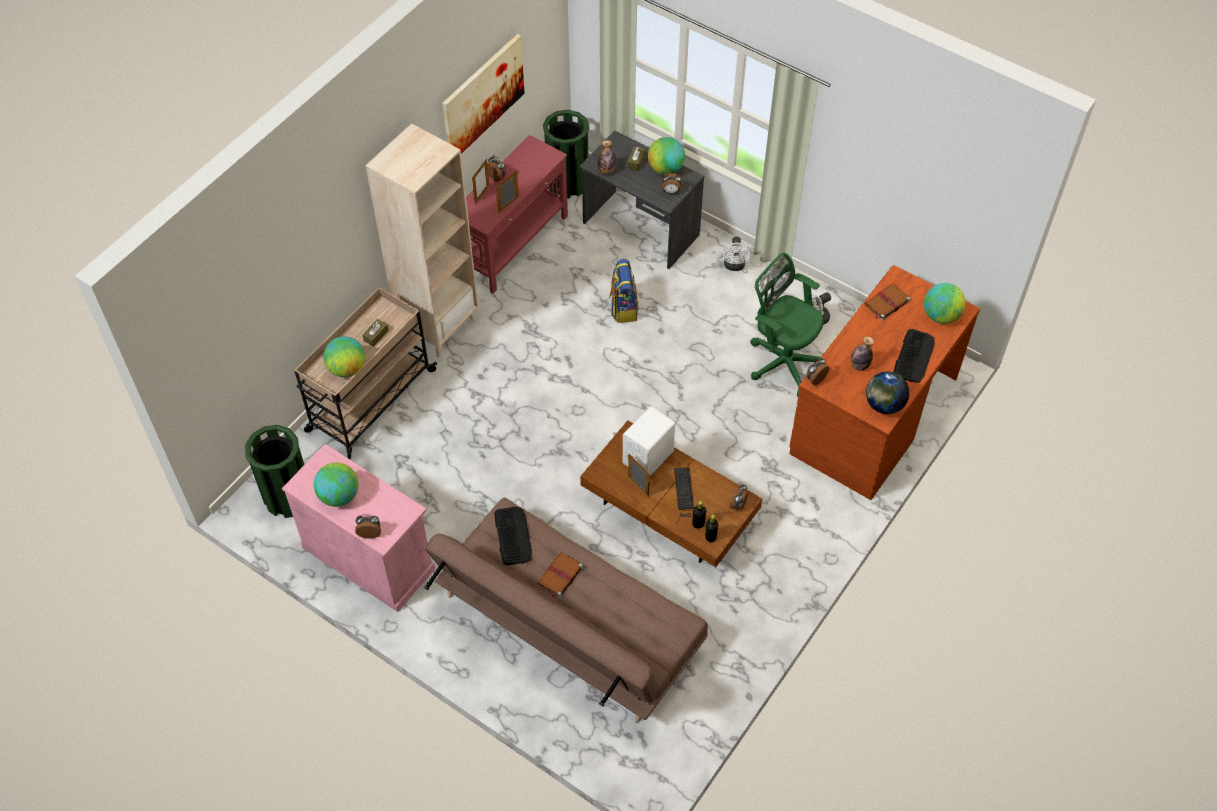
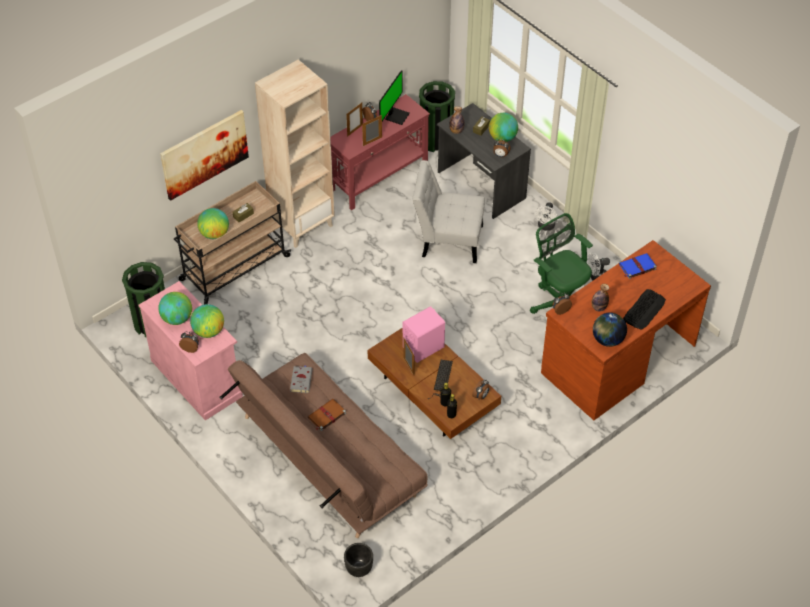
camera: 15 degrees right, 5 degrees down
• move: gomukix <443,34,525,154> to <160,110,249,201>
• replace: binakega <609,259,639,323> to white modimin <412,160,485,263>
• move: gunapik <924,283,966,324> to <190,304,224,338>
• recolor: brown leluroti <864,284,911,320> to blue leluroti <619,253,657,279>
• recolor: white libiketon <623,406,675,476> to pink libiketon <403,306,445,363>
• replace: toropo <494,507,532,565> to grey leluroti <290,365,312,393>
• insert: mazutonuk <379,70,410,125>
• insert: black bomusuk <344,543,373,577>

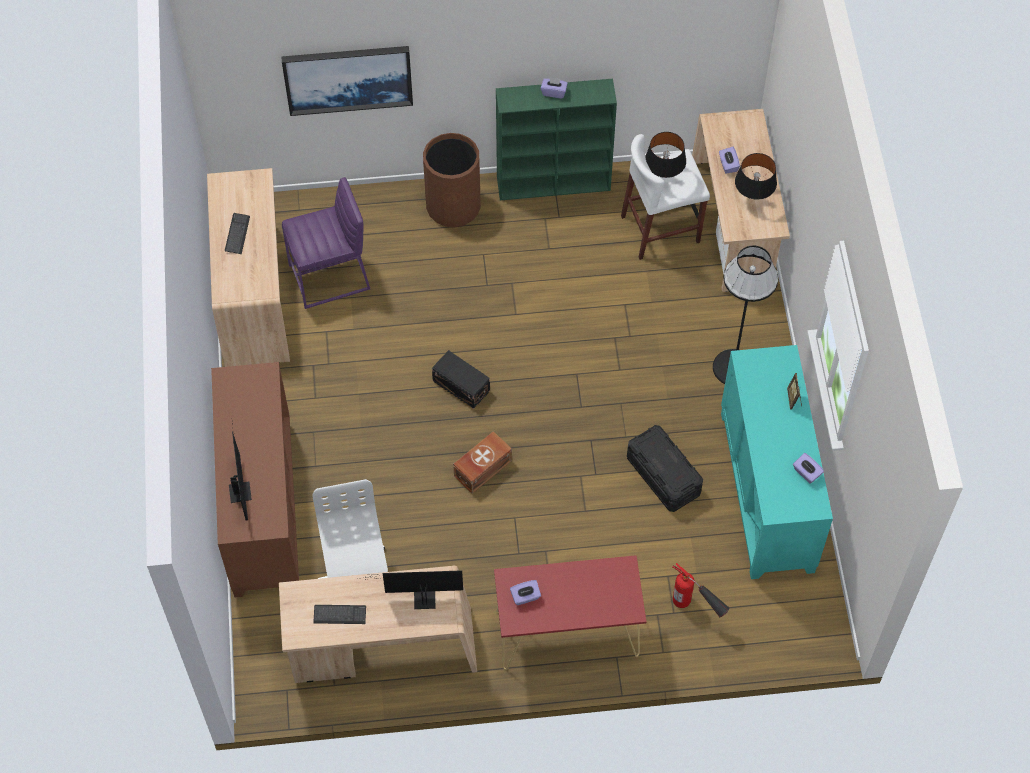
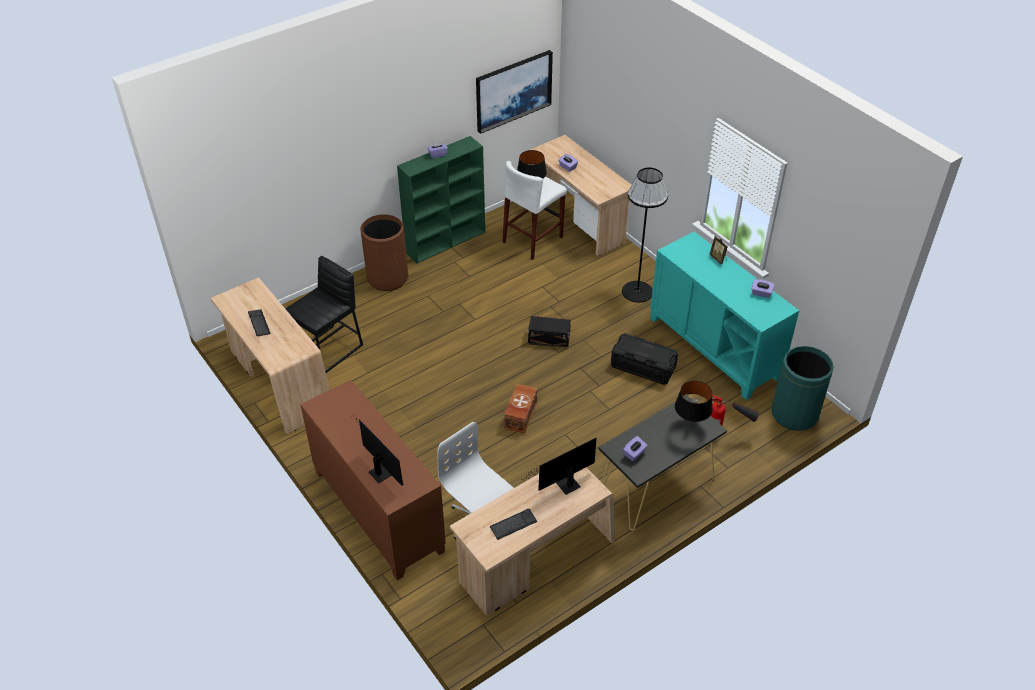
camera: 30 degrees left, 15 degrees down
• move: gomukix <281,46,413,116> to <476,50,553,134>
• move: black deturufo <735,153,777,200> to <675,381,713,422>
• recolor: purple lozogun <282,177,370,309> to black lozogun <286,256,363,373>
• move: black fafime <432,350,490,409> to <528,316,571,348>
• recolor: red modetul <494,555,646,670> to black modetul <599,395,727,531>
• insert: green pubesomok <771,346,834,431>

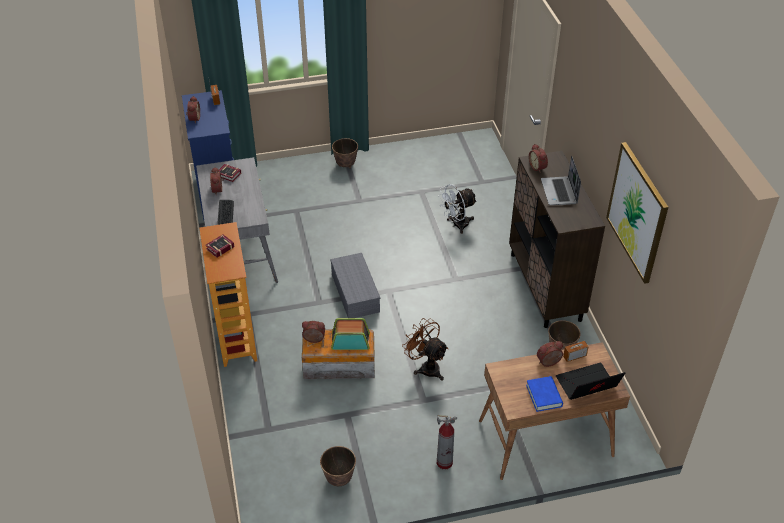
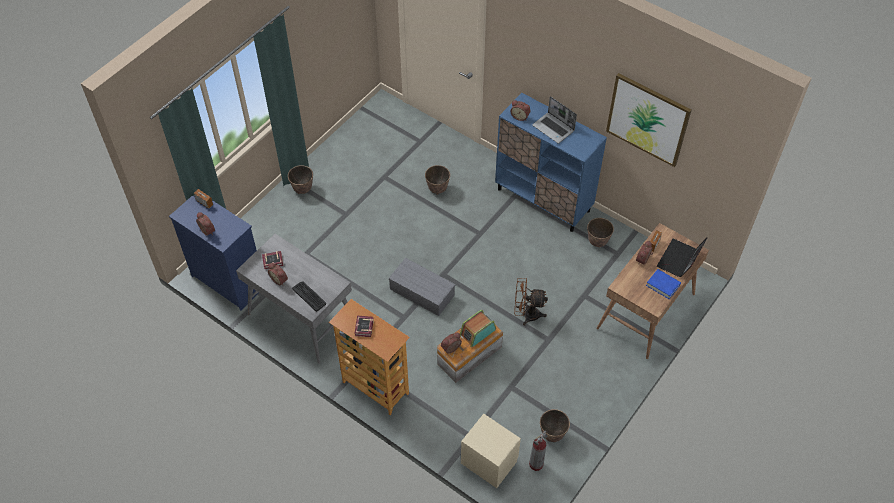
camera: 40 degrees left, 10 degrees up
• recolor: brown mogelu <509,151,605,328> to blue mogelu <495,93,607,232>
• replace: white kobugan <438,184,477,234> to bomusuk <425,165,450,195>
• move: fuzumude <437,415,457,469> to <529,431,547,471>
• insert: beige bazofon <461,414,521,488>

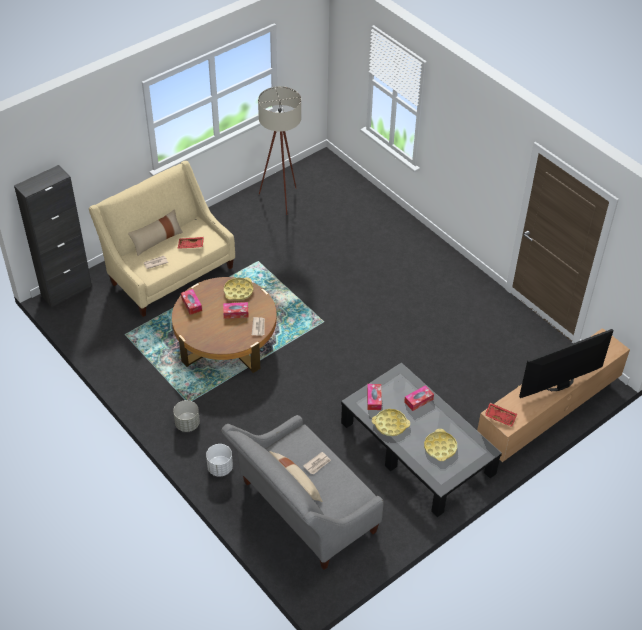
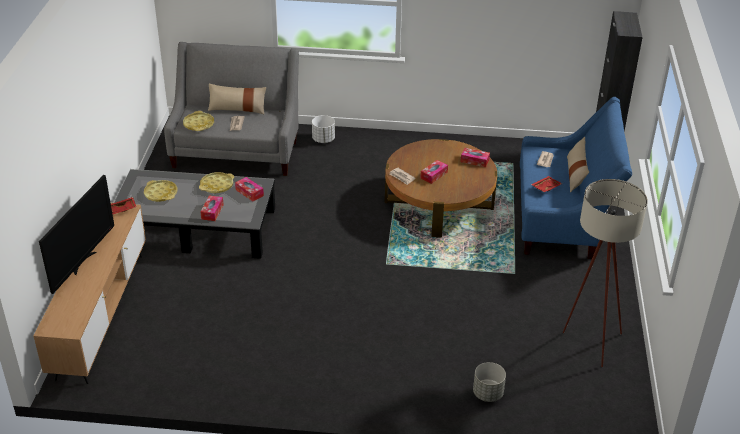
camera: 135 degrees right, 10 degrees down
• recolor: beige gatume <89,161,235,317> to blue gatume <520,97,632,259>
• move: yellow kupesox <224,277,253,300> to <183,111,214,131>
• move: grey bomusuk <173,400,200,432> to <473,362,506,402>

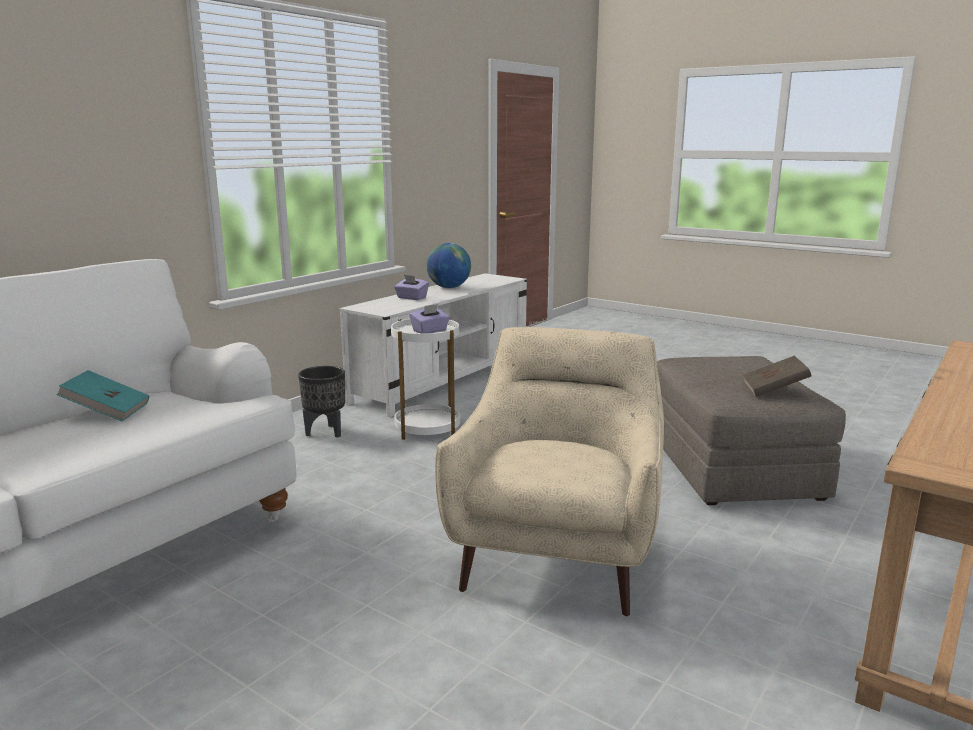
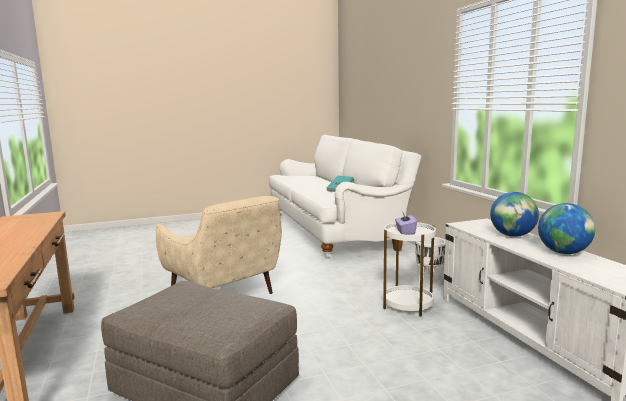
camera: 125 degrees right, 5 degrees down
• replace: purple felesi <394,275,429,300> to gunapik <490,192,539,237>
• delete: brown leluroti <742,356,811,397>
• recolor: black bomusuk <298,366,345,438> to white bomusuk <416,237,445,283>

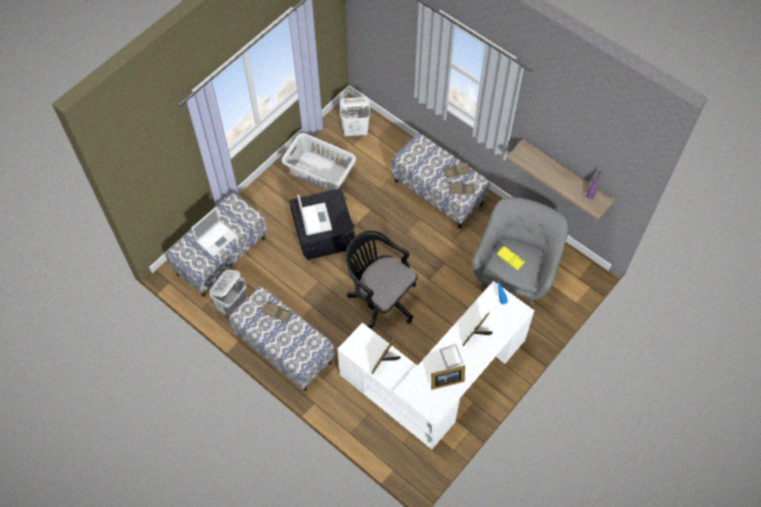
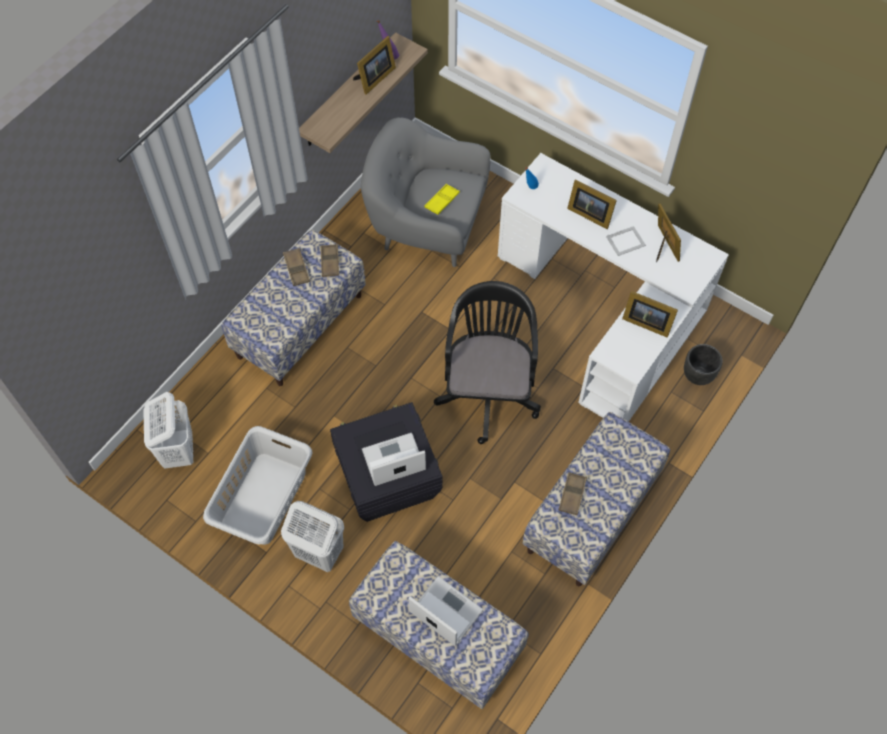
camera: 95 degrees left, 0 degrees up
• rotate: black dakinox <345,231,418,329> = <434,281,541,444> 150 degrees clockwise
• move: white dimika <209,269,247,317> to <281,501,344,572>
• insert: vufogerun <353,36,396,95>
• insert: black bomusuk <684,344,723,385>

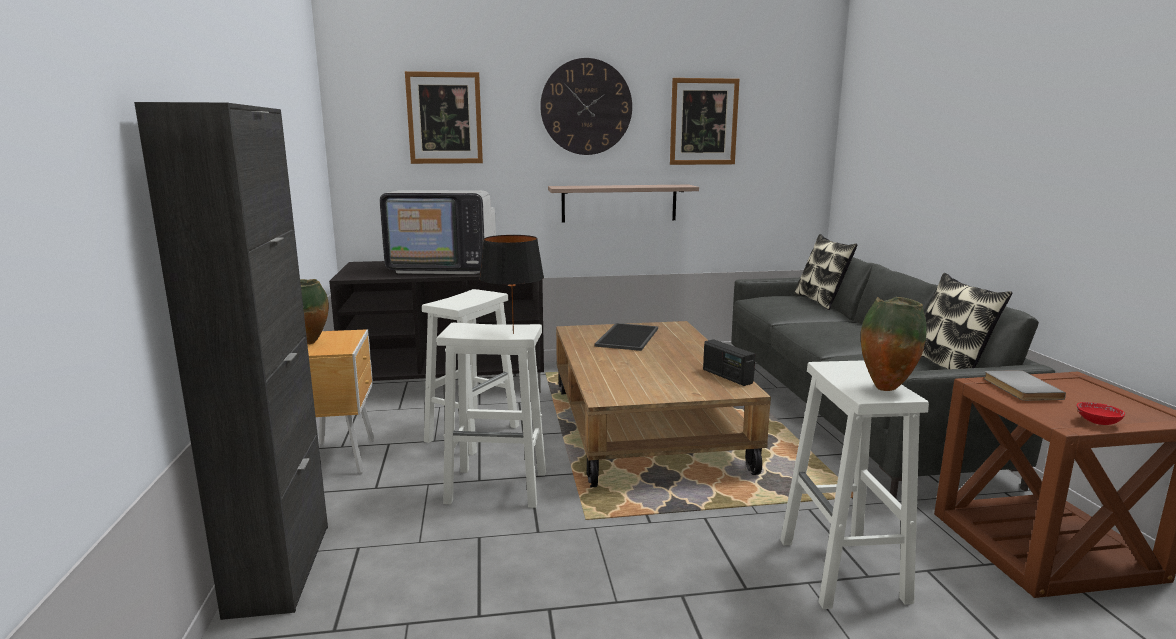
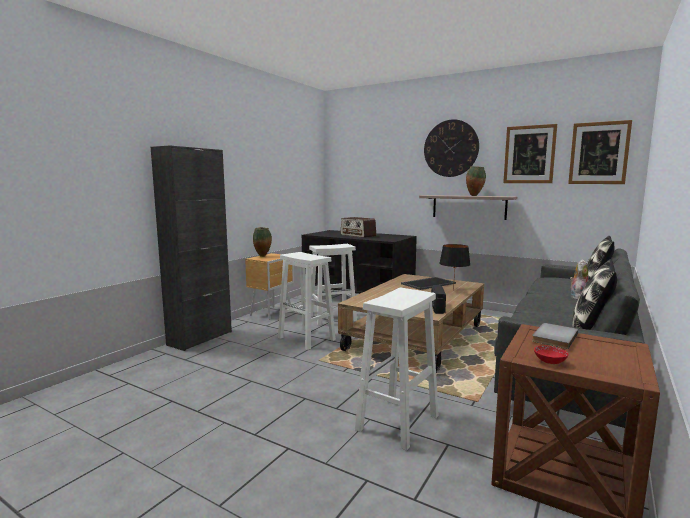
camera: 40 degrees right, 5 degrees down
• move: gomukix <405,71,483,164> to <568,120,632,184>
• replace: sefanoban <380,190,496,274> to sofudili <340,217,376,238>
• move: black deturufo <479,235,544,334> to <439,244,470,291>
• move: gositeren <861,297,927,391> to <466,166,486,196>
• insert: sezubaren <570,259,588,300>

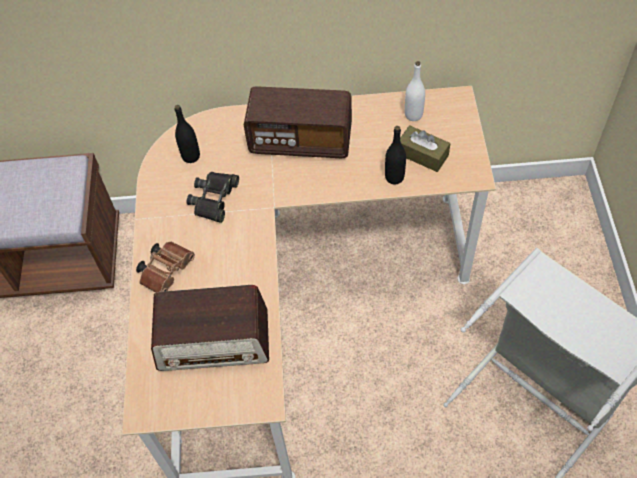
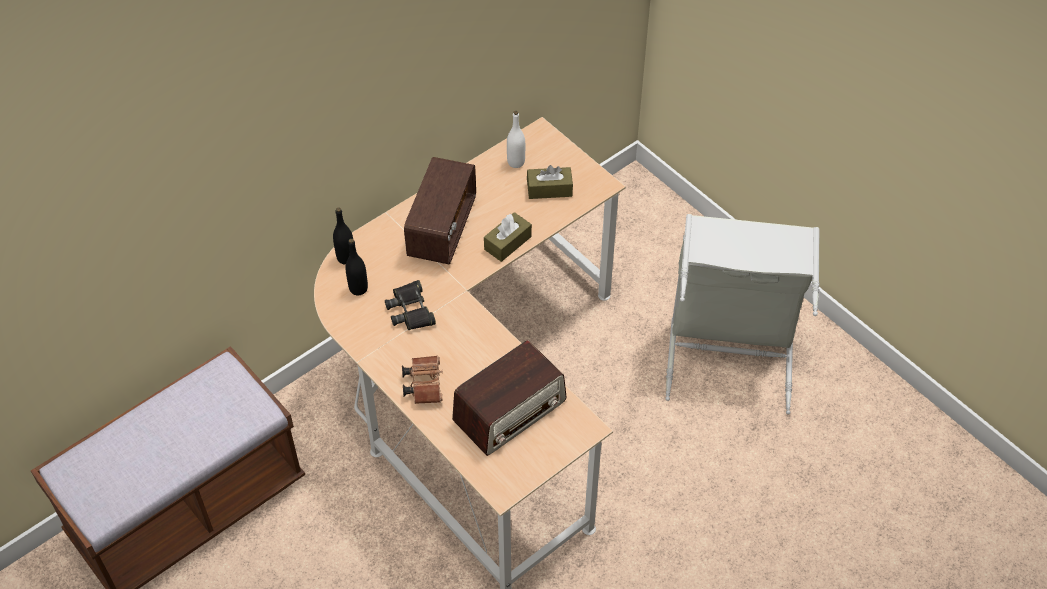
camera: 40 degrees left, 5 degrees down
• rotate: sofudili <244,86,352,158> = <404,157,476,264> 45 degrees counterclockwise
• move: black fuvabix <385,126,406,184> to <333,207,353,264>
• insert: brown felesi <484,212,532,262>

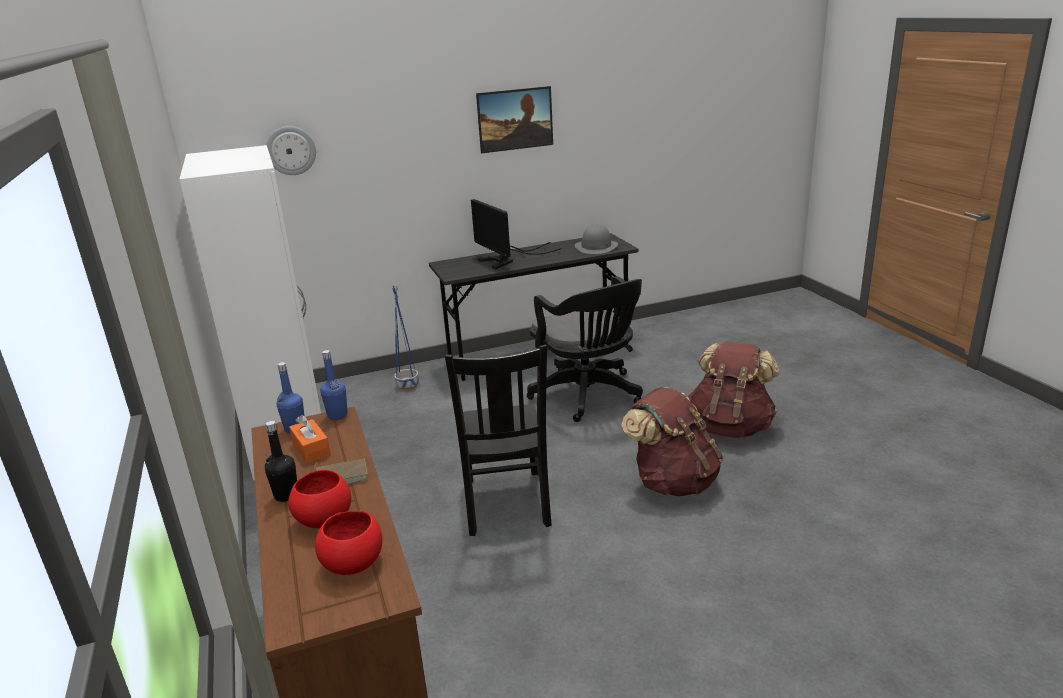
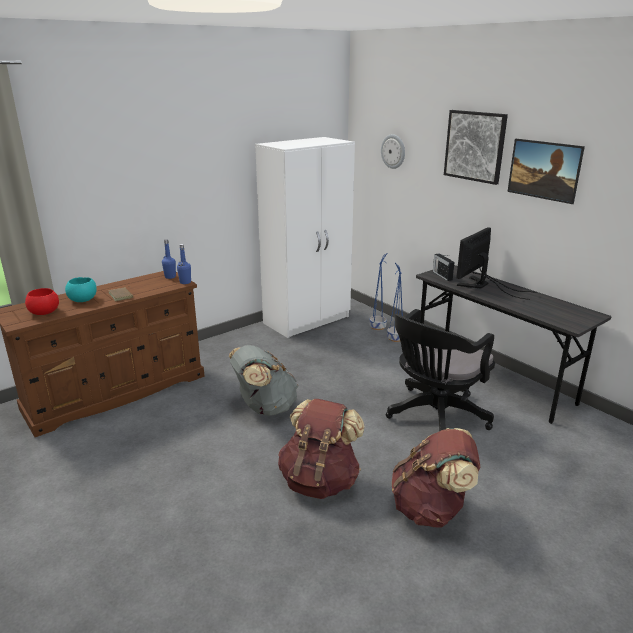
camera: 70 degrees right, 0 degrees up
• delete: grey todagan <575,224,618,254>
• replace: black modimin <445,345,552,536> to grey binakega <229,345,298,416>
• delete: orange felesi <289,415,331,463>
• delete: black fuvabix <265,421,297,502>
• recolor: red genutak <288,470,351,528> to turquoise genutak <65,277,97,302>
• insert: gomukix <444,110,508,185>
• insert: blue bomusuk <369,253,387,330>
• insert: sofudili <433,253,455,281>

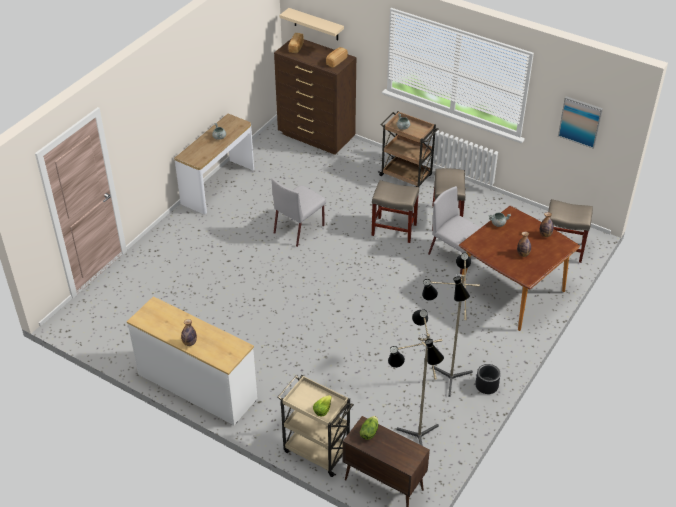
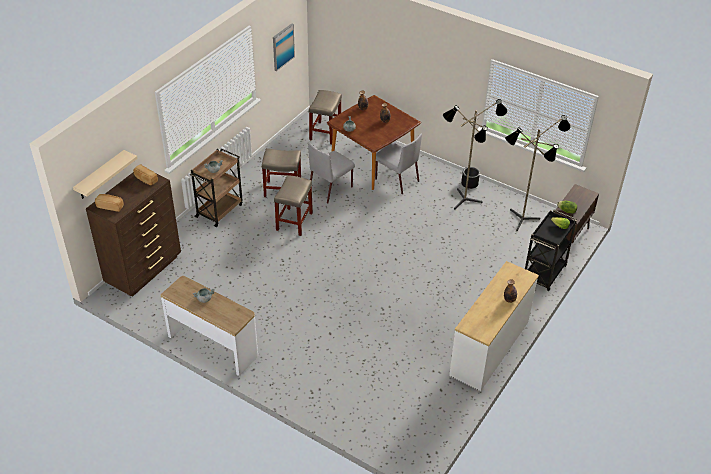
camera: 90 degrees left, 0 degrees up
• move: grey modimin <271,178,326,247> to <375,134,422,195>
• recolor: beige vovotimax <278,375,354,477> to black vovotimax <525,210,577,291>

